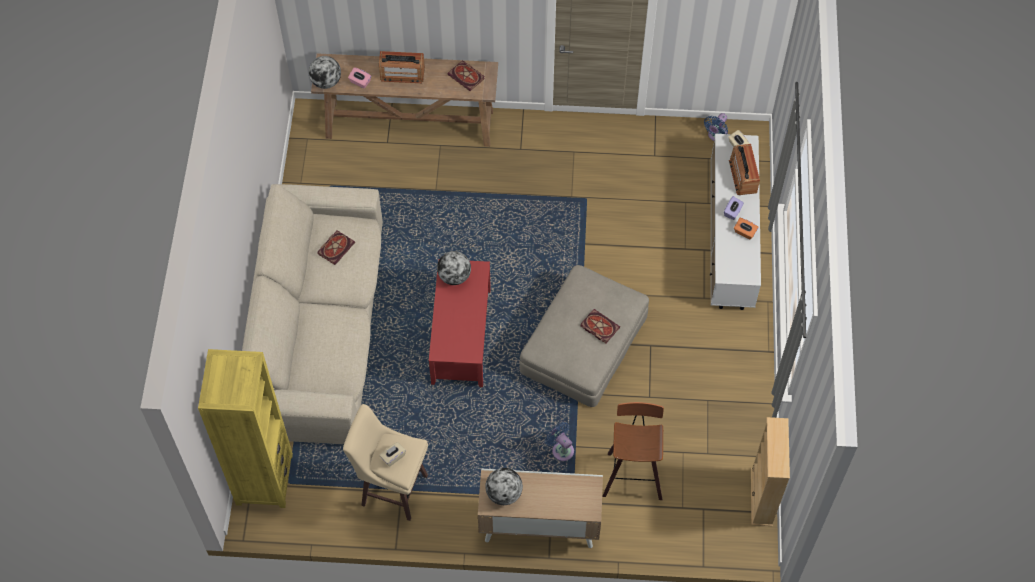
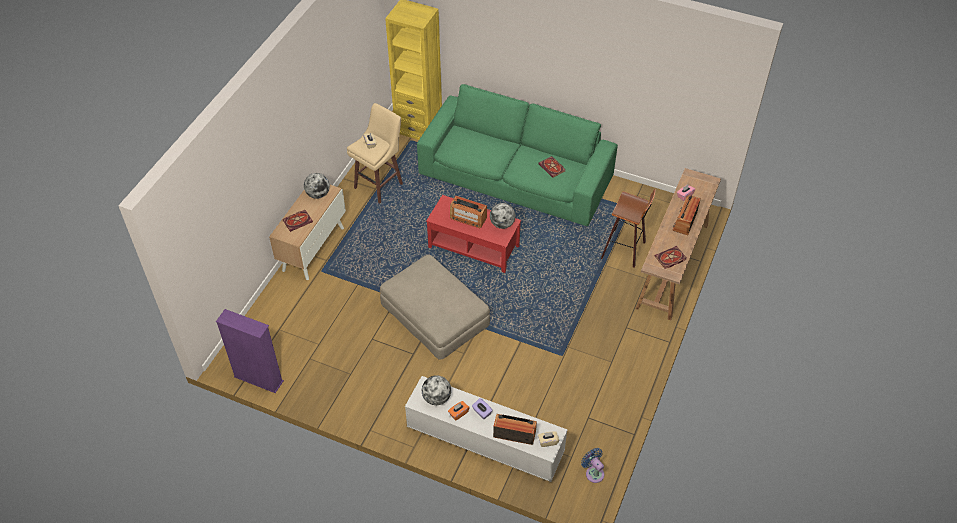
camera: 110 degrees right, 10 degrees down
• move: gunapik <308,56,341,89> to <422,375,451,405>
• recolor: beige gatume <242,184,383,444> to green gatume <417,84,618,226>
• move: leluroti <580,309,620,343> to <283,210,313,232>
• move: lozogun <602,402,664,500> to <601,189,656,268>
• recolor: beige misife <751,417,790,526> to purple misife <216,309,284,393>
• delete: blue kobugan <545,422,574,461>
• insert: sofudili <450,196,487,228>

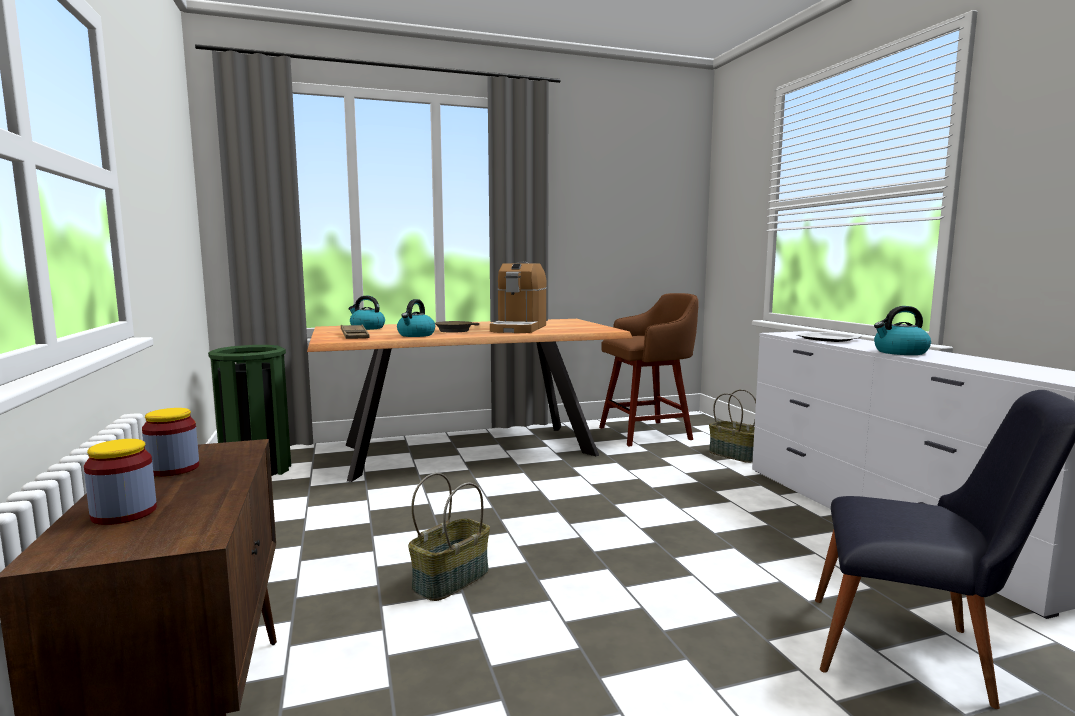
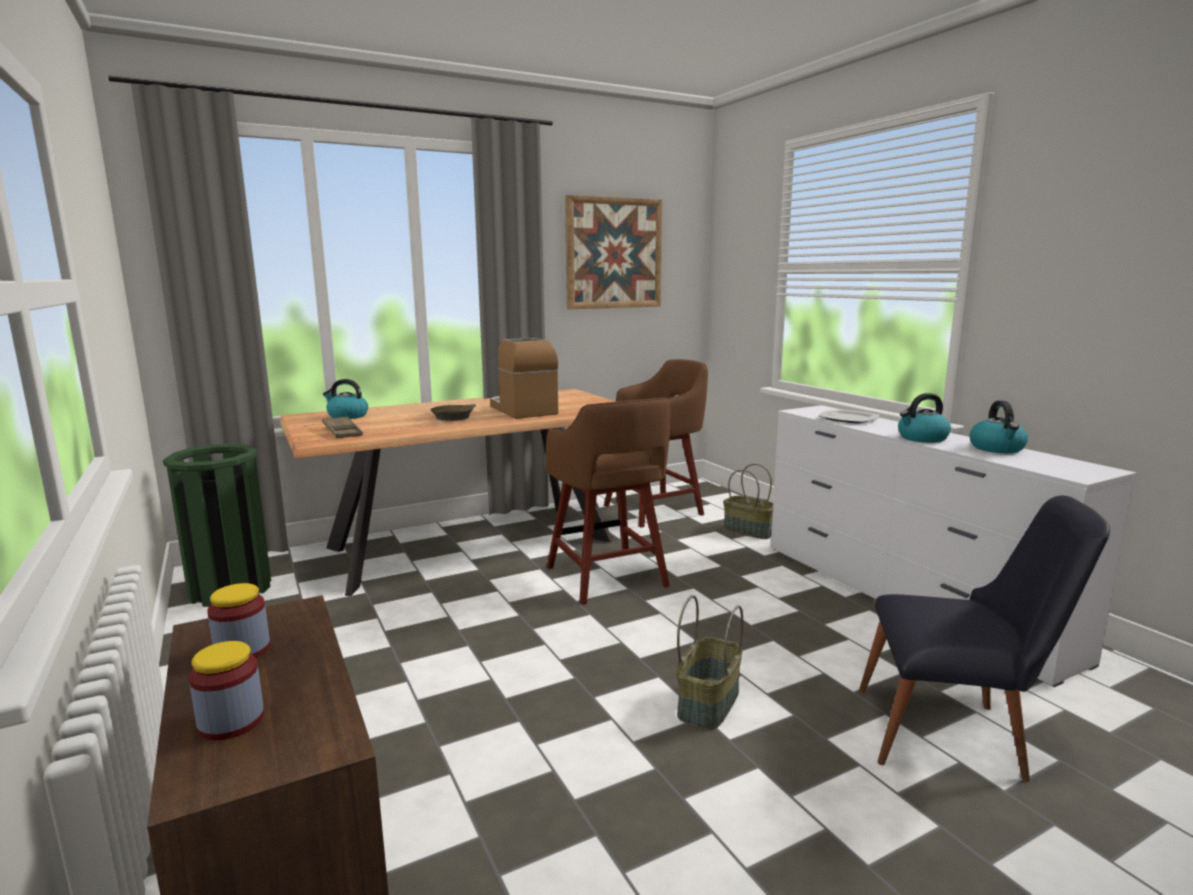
camera: 10 degrees left, 5 degrees up
• rotate: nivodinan <490,262,547,333> = <490,338,558,419> 150 degrees clockwise
• move: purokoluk <397,299,435,337> to <969,400,1028,453>
• move: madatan <408,473,490,601> to <677,595,743,730>
• insert: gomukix <565,195,662,309>
• insert: brown lozogun <546,398,670,605>

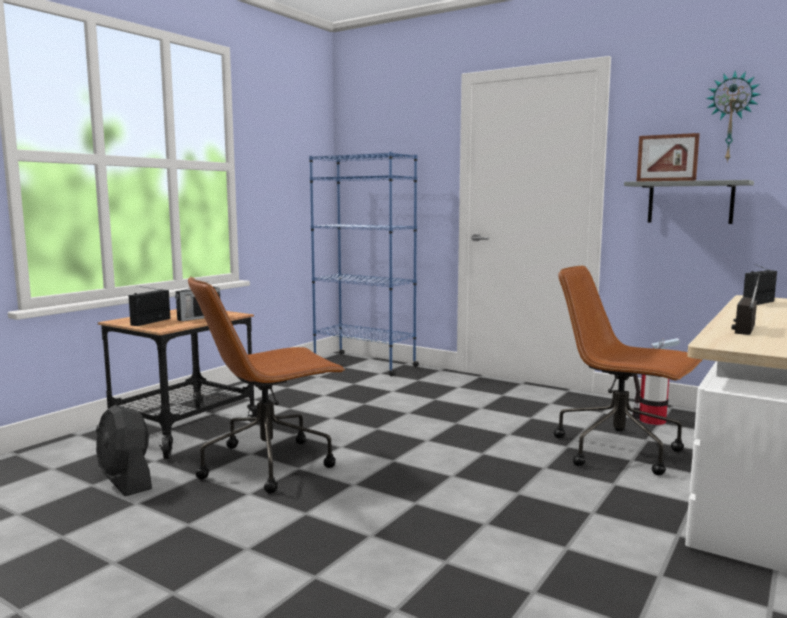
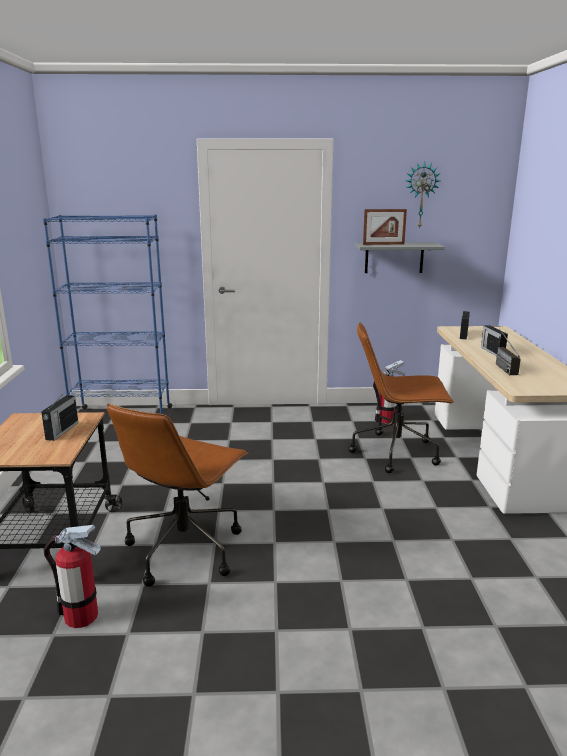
camera: 35 degrees left, 10 degrees up
• move: sofudili <129,286,170,326> to <481,325,508,356>
• replace: black kobugan <96,405,152,496> to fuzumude <44,525,101,628>

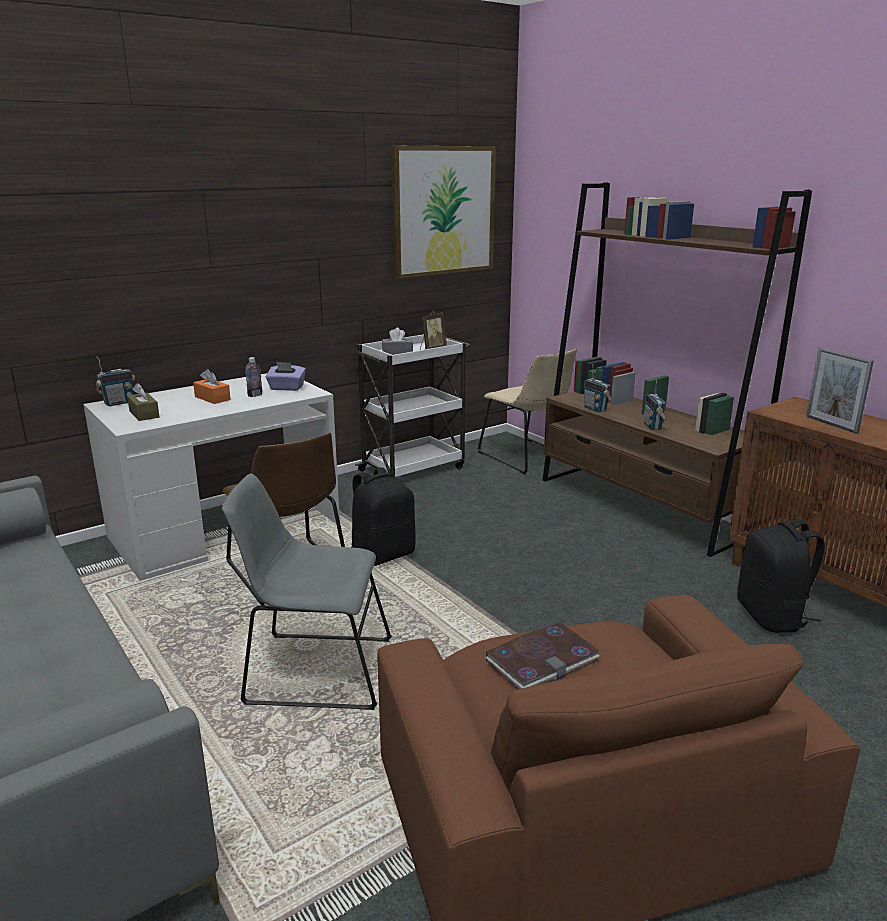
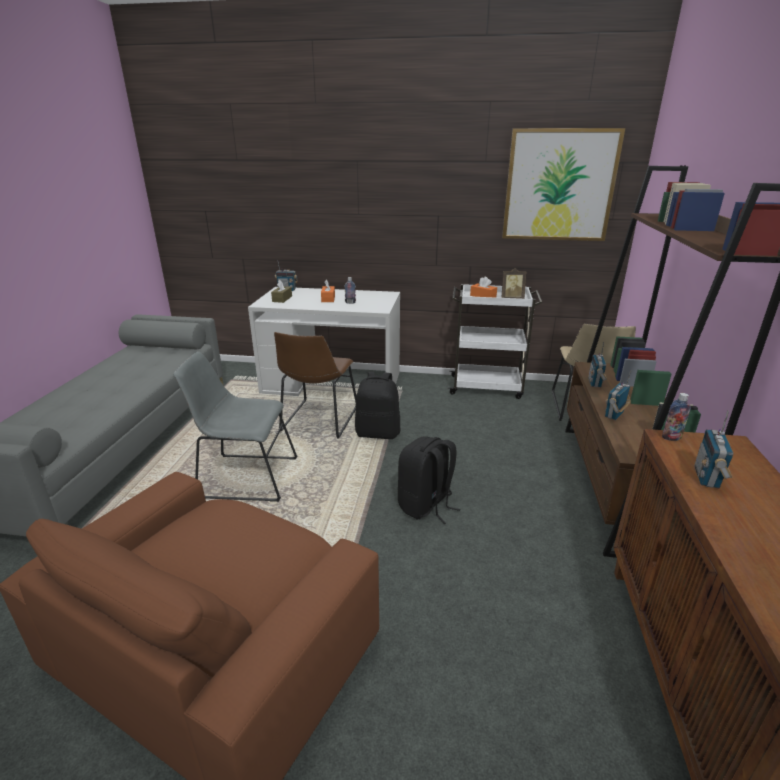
camera: 45 degrees right, 5 degrees up
• recolor: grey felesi <382,328,413,355> to orange felesi <470,277,497,298>
• replace: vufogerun <806,347,874,434> to sofudili <694,411,733,488>
• delete: purple felesi <266,362,306,391>
• rotate: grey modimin <222,474,392,710> = <173,352,297,502> 45 degrees counterclockwise
• move: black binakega <737,519,825,633> to <398,436,460,524>
• delete: leluroti <485,623,600,689>
• insert: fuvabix <662,393,691,441>

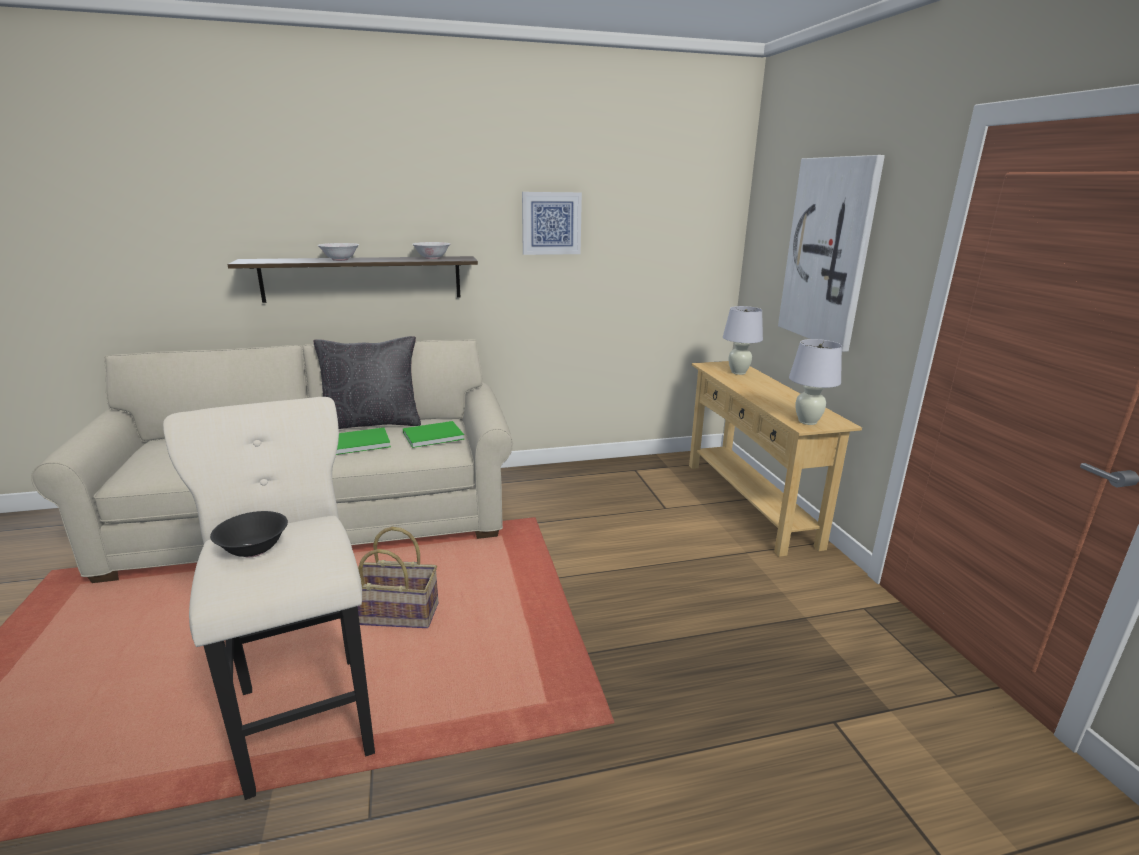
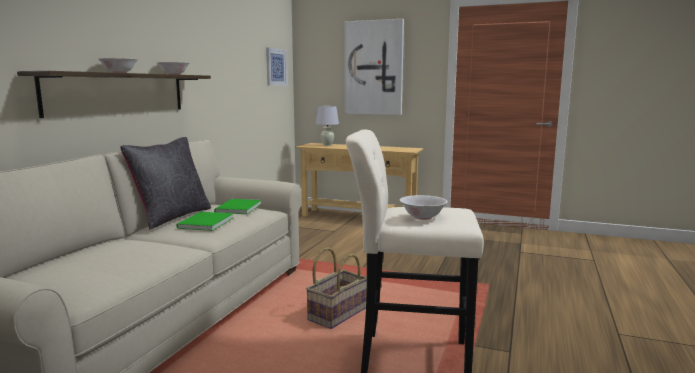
camera: 55 degrees left, 10 degrees down
• move: gomukix <522,192,582,255> to <266,48,287,86>
• delete: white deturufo <789,339,842,425>
• recolor: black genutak <210,511,288,557> to white genutak <400,195,448,220>

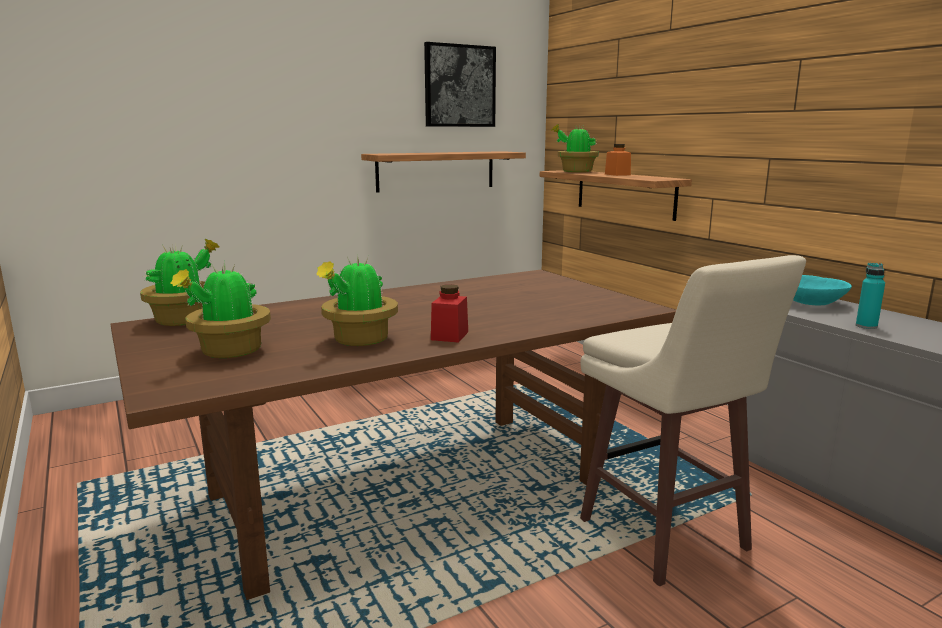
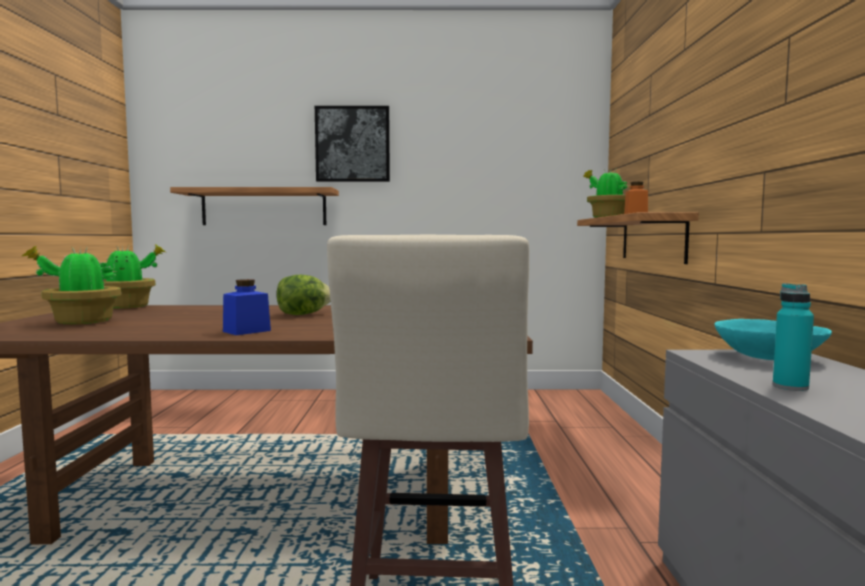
camera: 30 degrees right, 10 degrees down
• move: gomukix <424,42,496,127> to <315,106,390,182>
• move: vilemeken <361,151,526,193> to <170,187,339,225>
• delete: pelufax <316,257,398,346>
• recolor: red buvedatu <431,284,468,343> to blue buvedatu <223,279,271,335>
• insert: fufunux <277,275,330,315>

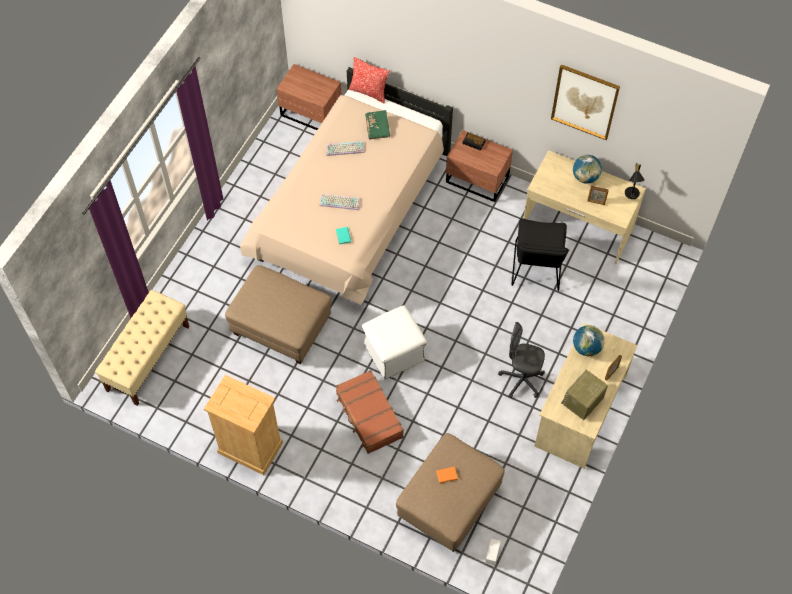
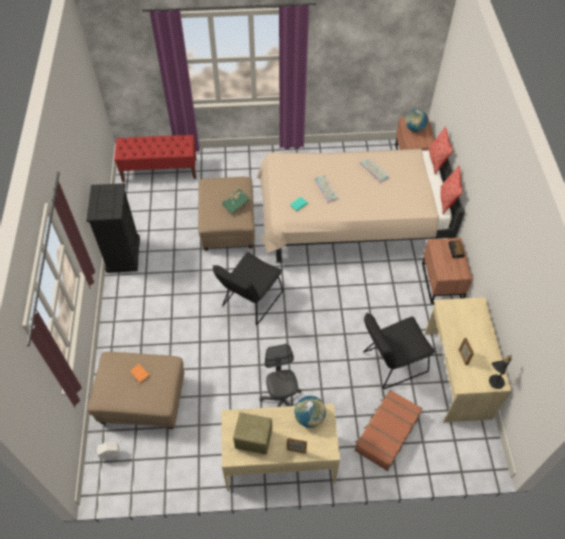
camera: 60 degrees right, 5 degrees down
• delete: gomukix <551,64,620,140>
• move: green leluroti <365,110,390,140> to <222,189,250,215>
• move: gunapik <573,155,602,184> to <405,109,428,132>
• recolor: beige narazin <95,290,189,406> to red narazin <114,135,197,182>
• replace: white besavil <362,305,427,380> to black modimin <213,252,283,325>
• move: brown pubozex <335,370,404,454> to <354,390,423,471>
• recolor: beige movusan <204,375,283,475> to black movusan <86,183,140,273>
• insert: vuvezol <440,166,462,214>

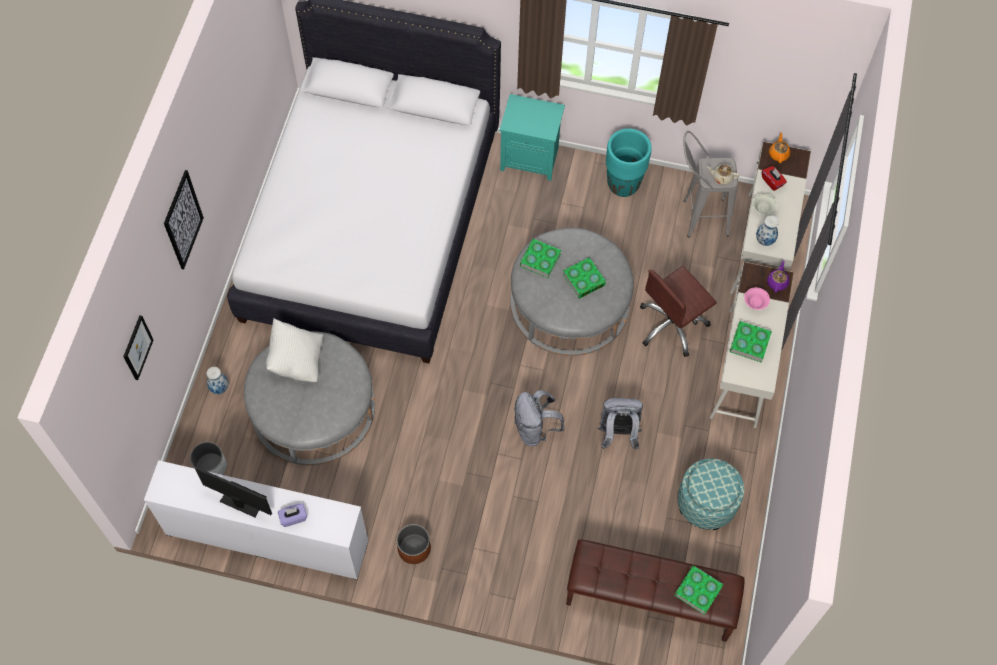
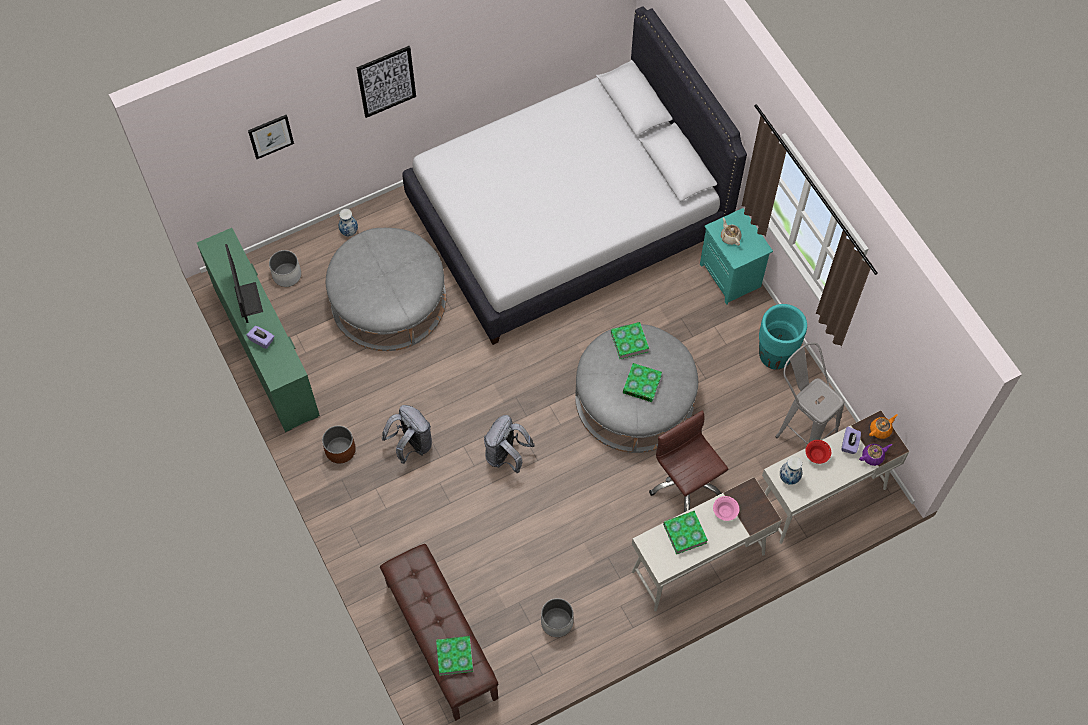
camera: 50 degrees right, 0 degrees up
• move: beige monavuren <707,164,740,185> to <721,217,742,246>
• recolor: red felesi <762,166,787,191> to purple felesi <842,427,861,454>
• recolor: white genutak <752,194,777,215> to red genutak <805,440,831,464>
• move: purple monavuren <767,261,789,293> to <859,444,892,466>
• rotate: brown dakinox <640,266,717,357> = <649,411,728,512> 45 degrees clockwise
• delete: white vuvezol <266,318,324,382>
• move: grey binakega <597,397,643,450> to <382,405,432,464>
• replace: besavil <677,458,744,530> to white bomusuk <541,598,574,637>
• recolor: white movusan <144,460,368,580> to green movusan <197,228,320,432>

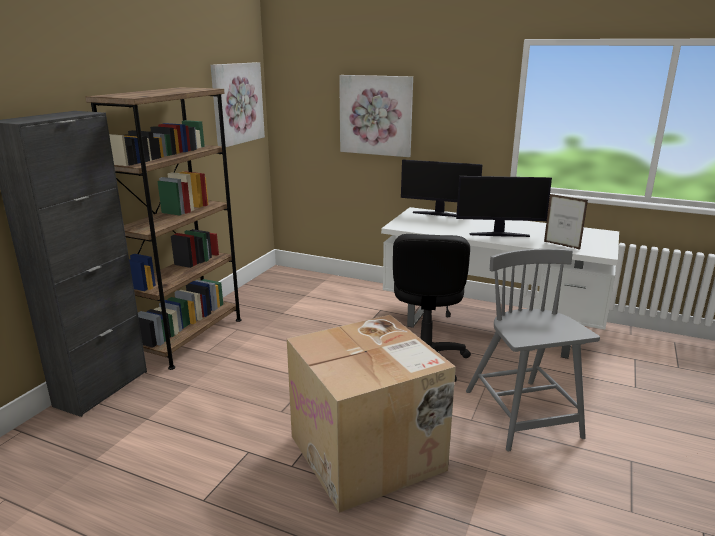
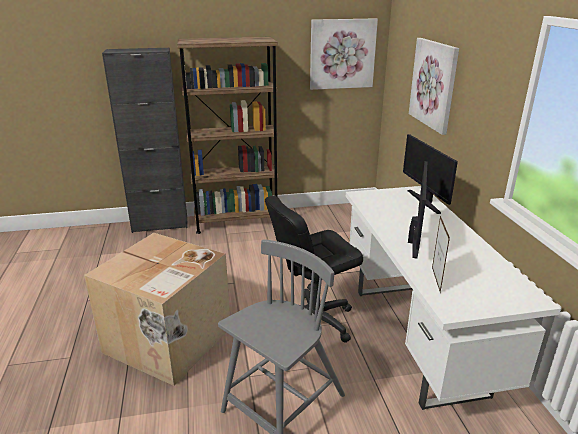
camera: 55 degrees right, 5 degrees up
• rotate: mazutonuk <456,176,552,237> = <408,161,428,258> 135 degrees counterclockwise

